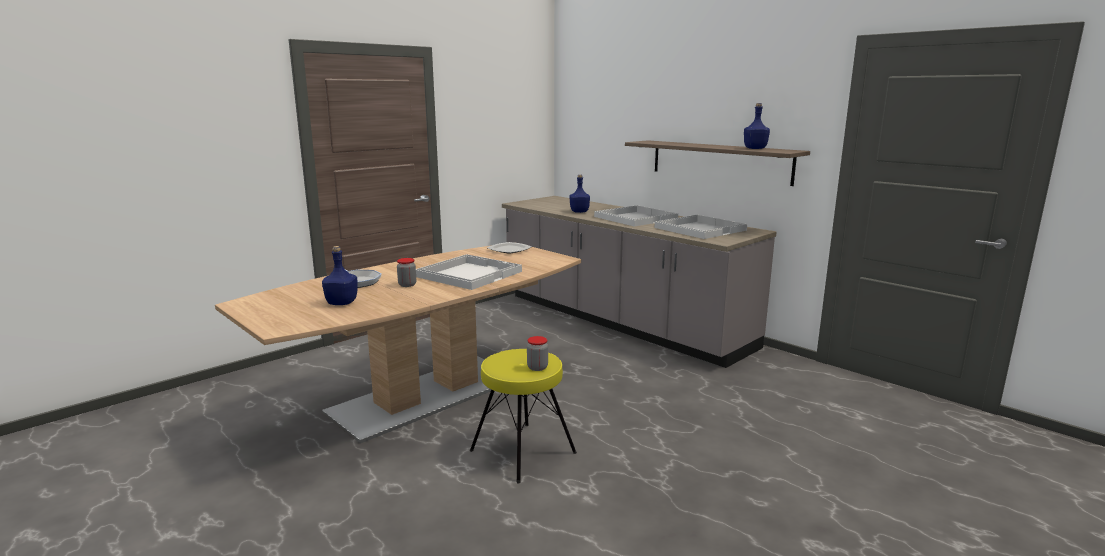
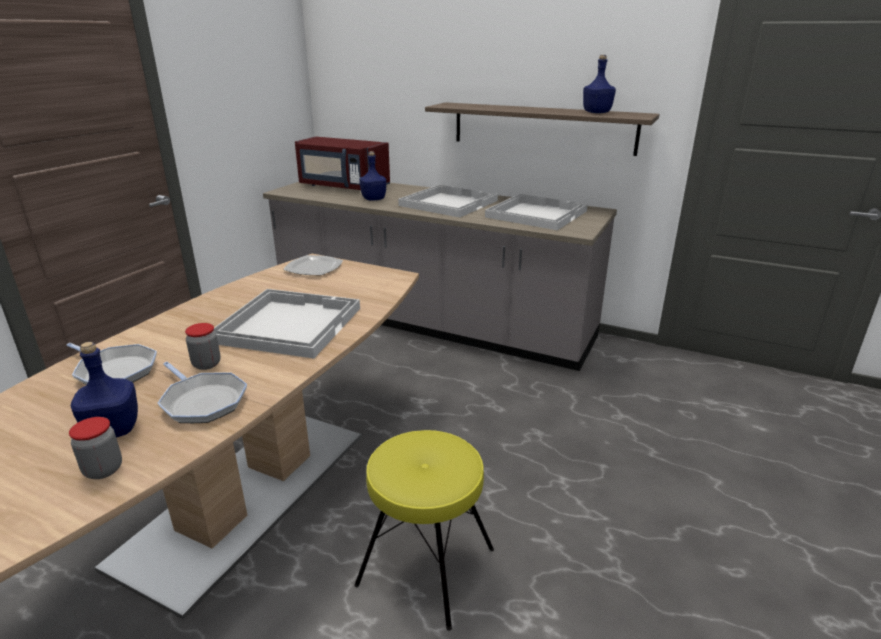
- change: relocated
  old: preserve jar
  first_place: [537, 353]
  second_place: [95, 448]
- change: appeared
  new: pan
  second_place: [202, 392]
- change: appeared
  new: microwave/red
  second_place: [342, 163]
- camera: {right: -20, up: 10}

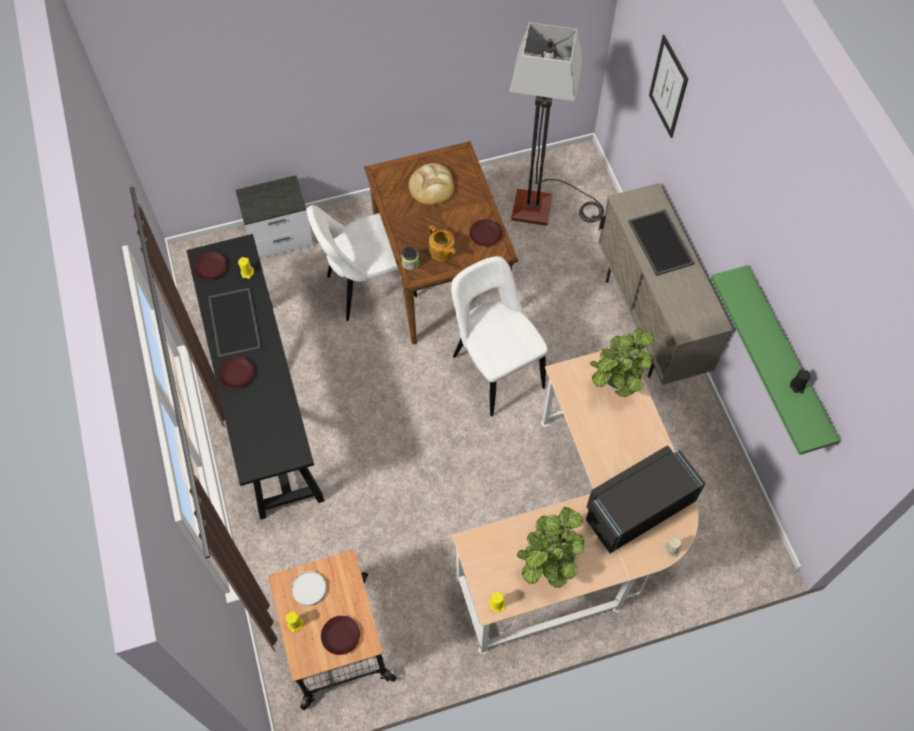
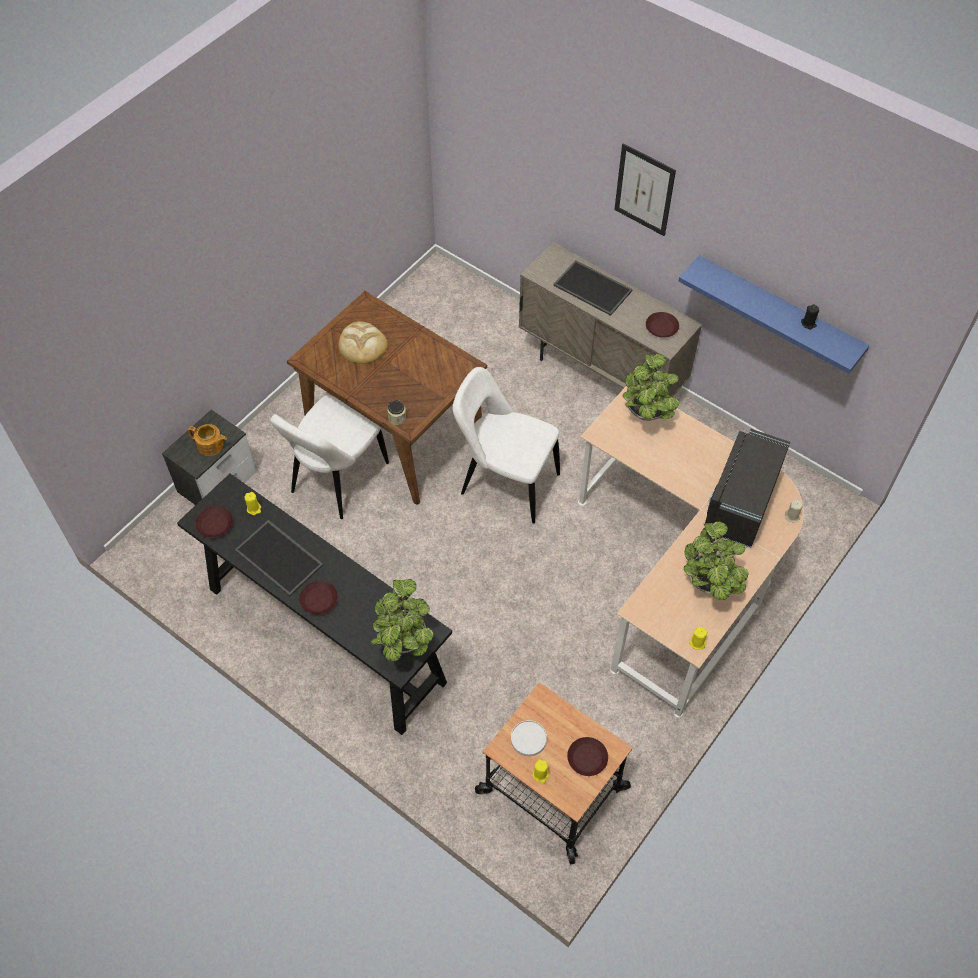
- change: relocated
  old: tea pot
  first_place: [442, 243]
  second_place: [207, 440]
- change: relocated
  old: dinner plate/brown
  first_place: [485, 232]
  second_place: [662, 325]
- change: missing
  old: standing lamp
  first_place: [556, 124]
- change: relocated
  old: wall picture
  first_place: [668, 86]
  second_place: [645, 189]
- change: colour
  old: wall shelf/green
  new: wall shelf/bluish
  first_place: [775, 360]
  second_place: [774, 314]
- change: appeared
  new: potted plant
  second_place: [402, 620]
- camera: {right: -35, up: -5}

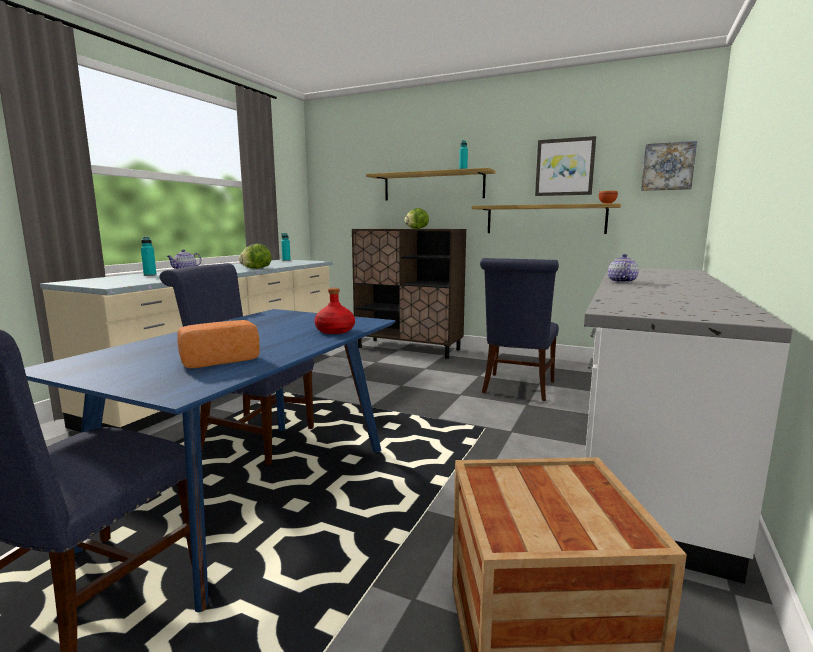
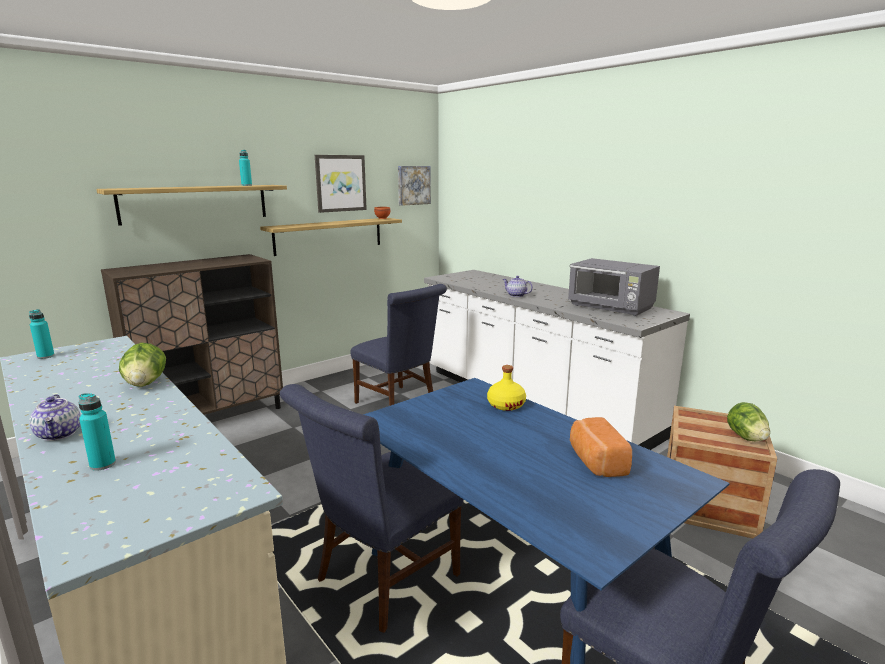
- change: colour
  old: bottle/red
  new: bottle/yellow-coloured
  first_place: [335, 311]
  second_place: [506, 388]
- change: relocated
  old: lettuce head
  first_place: [416, 218]
  second_place: [748, 421]
- change: appeared
  new: microwave/gray
  second_place: [614, 287]
- camera: {right: -65, up: 5}

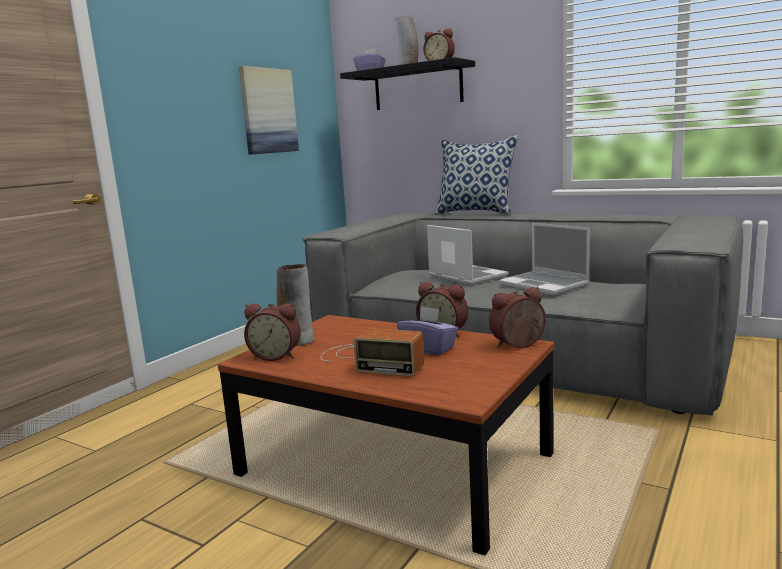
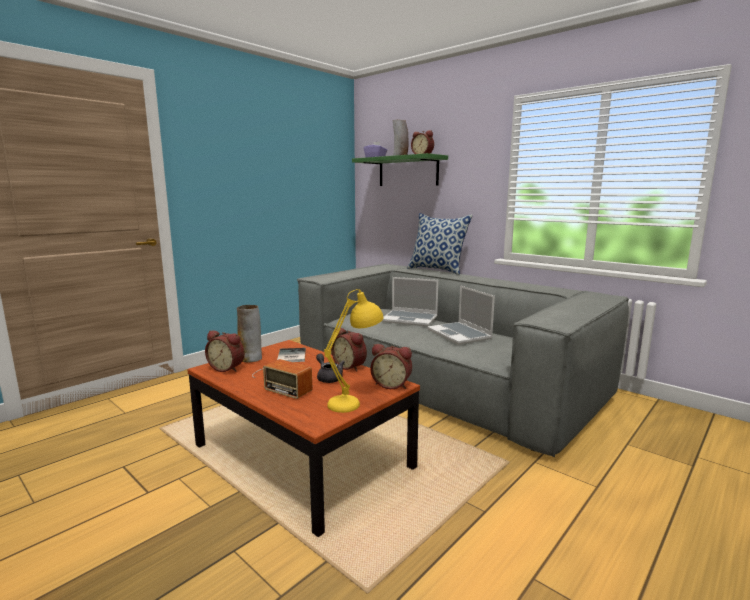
- change: missing
  old: wall picture
  first_place: [268, 110]
- change: colour
  old: wall shelf/black
  new: wall shelf/green
  first_place: [407, 83]
  second_place: [400, 169]
- change: exchanged
  old: tissue holder/purplish
  new: tea pot/gray
  first_place: [427, 330]
  second_place: [330, 368]
- change: spun
  old: portable computer
  first_place: [468, 255]
  second_place: [410, 302]
  degrees: 135
- change: spun
  old: bedside clock
  first_place: [517, 317]
  second_place: [391, 366]
  degrees: -150
- change: appeared
  new: volume
  second_place: [291, 355]
- change: appeared
  new: lamp for a table/yellow-coloured
  second_place: [354, 351]
- camera: {right: 10, up: 0}

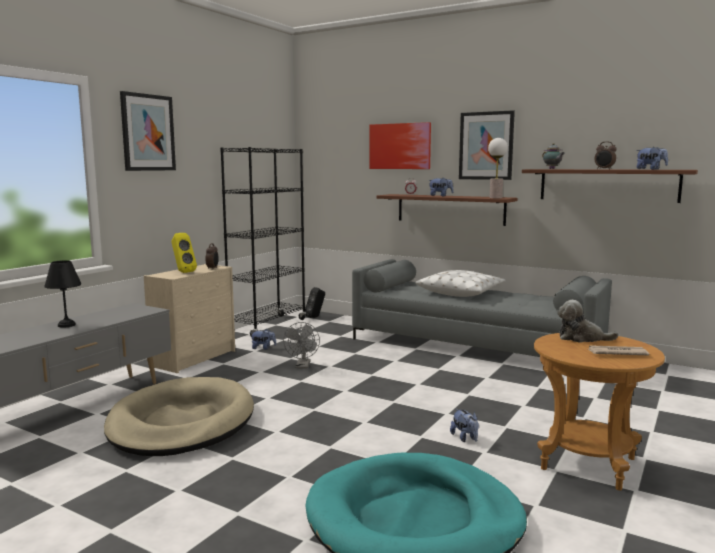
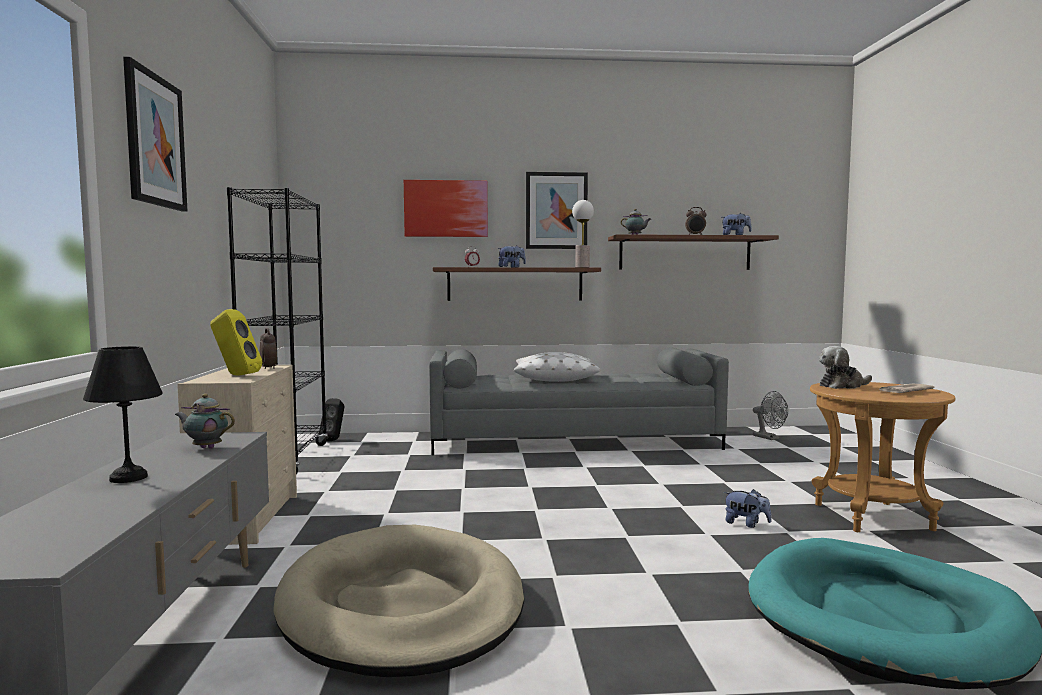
- change: missing
  old: cuddly toy
  first_place: [263, 339]
- change: relocated
  old: cooling fan/gray
  first_place: [301, 345]
  second_place: [770, 415]
- change: appeared
  new: tea pot
  second_place: [205, 421]
- camera: {right: -35, up: -5}

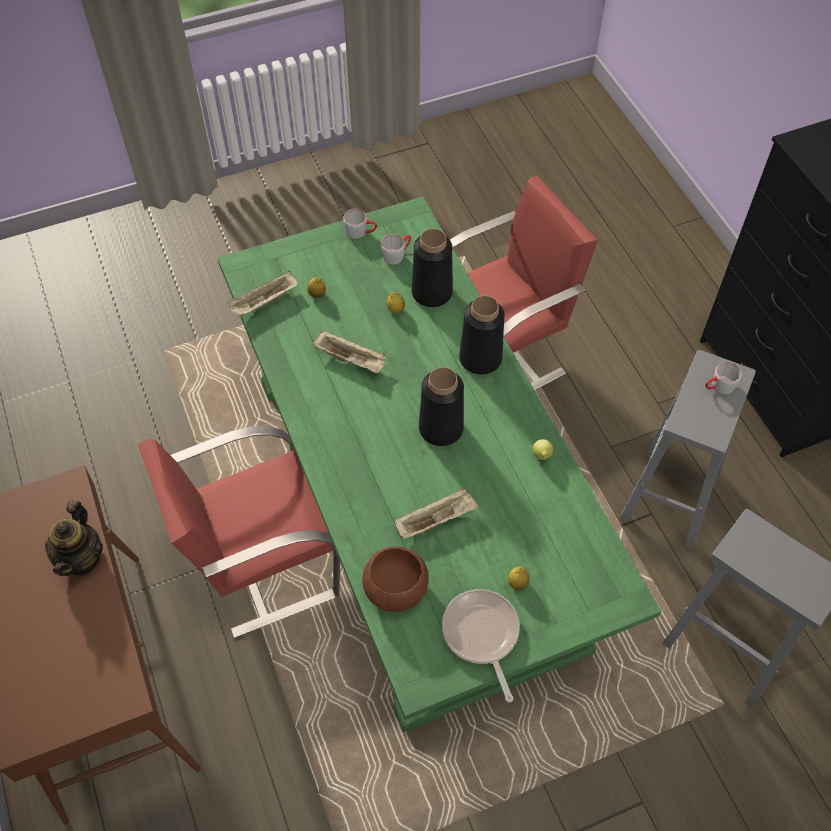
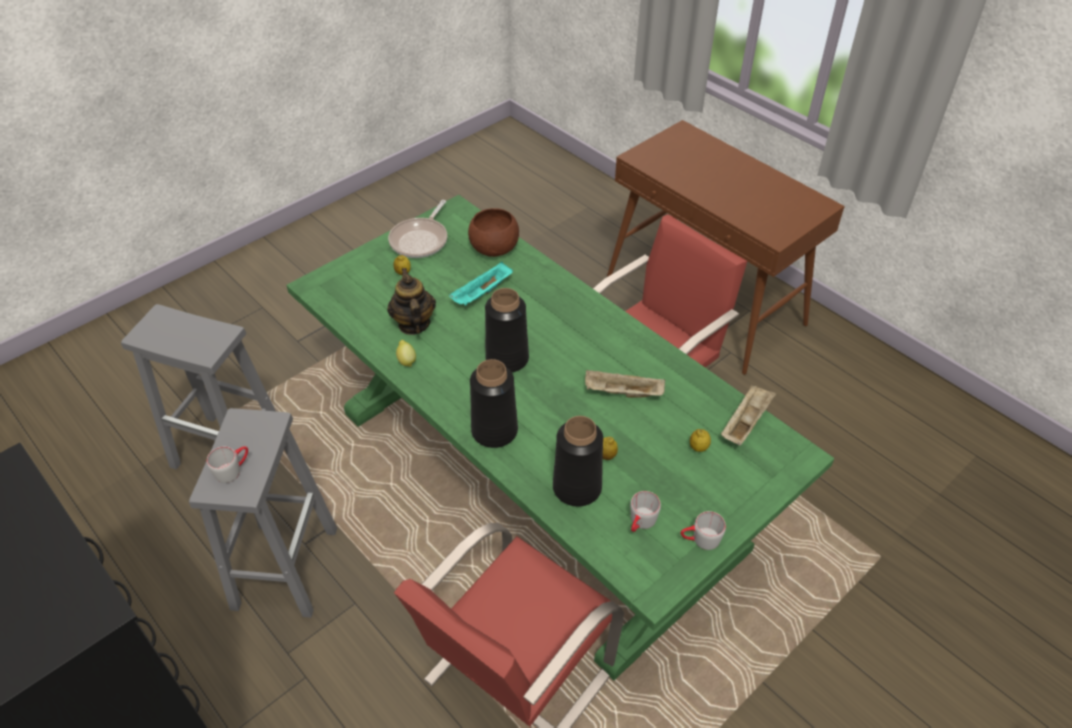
- change: relocated
  old: tea pot
  first_place: [74, 538]
  second_place: [411, 301]
- change: colour
  old: carrying tray/beige-coloured
  new: carrying tray/blue-green
  first_place: [437, 513]
  second_place: [481, 284]
- change: spun
  old: pan
  first_place: [481, 645]
  second_place: [417, 229]
  degrees: 60
- camera: {right: 160, up: -10}

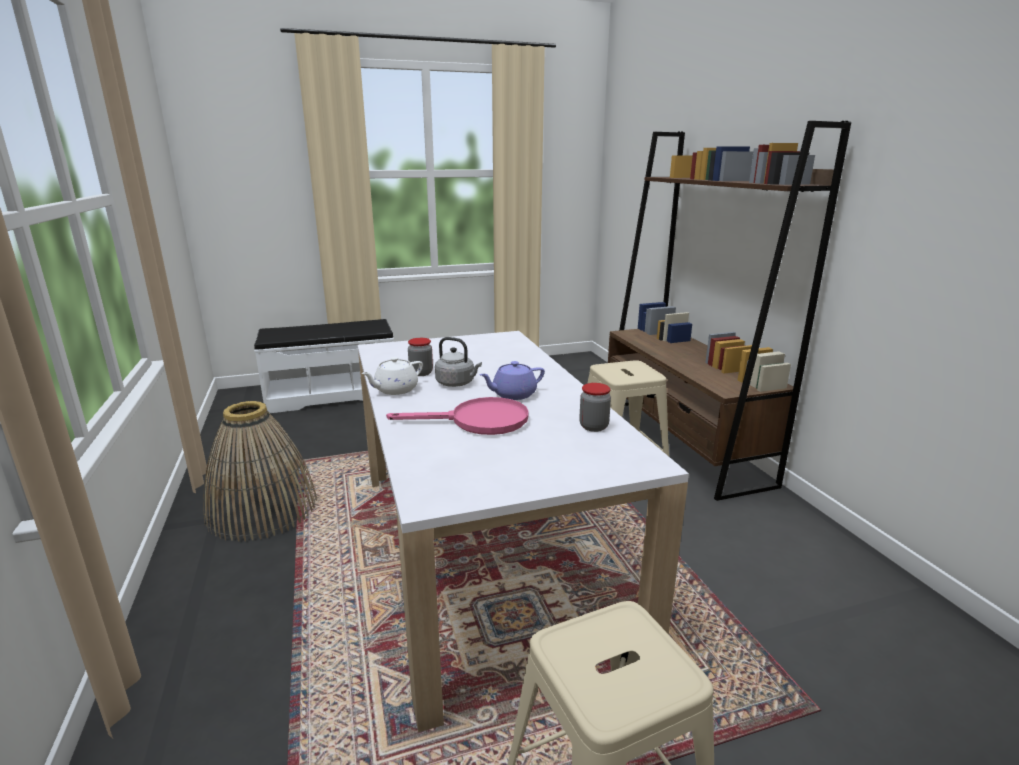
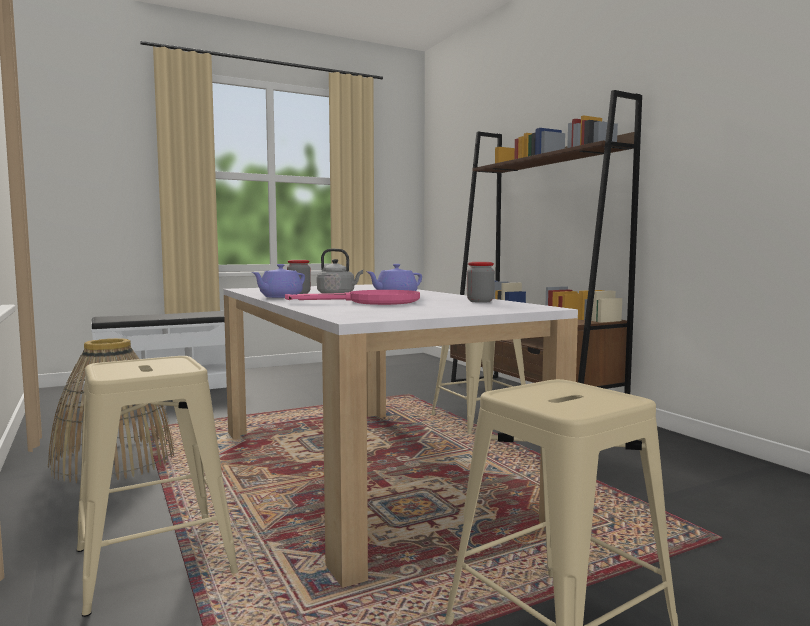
- change: colour
  old: tea pot/white
  new: tea pot/purplish
  first_place: [392, 376]
  second_place: [278, 281]
- change: appeared
  new: stool/beige-coloured
  second_place: [157, 486]
- camera: {right: -10, up: -15}

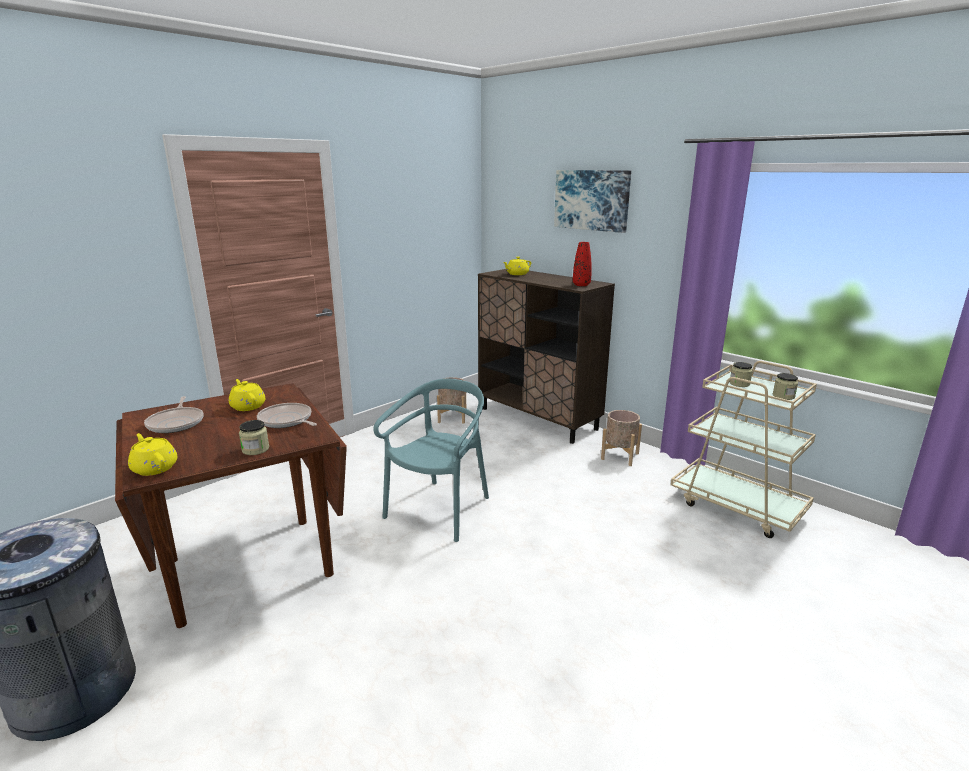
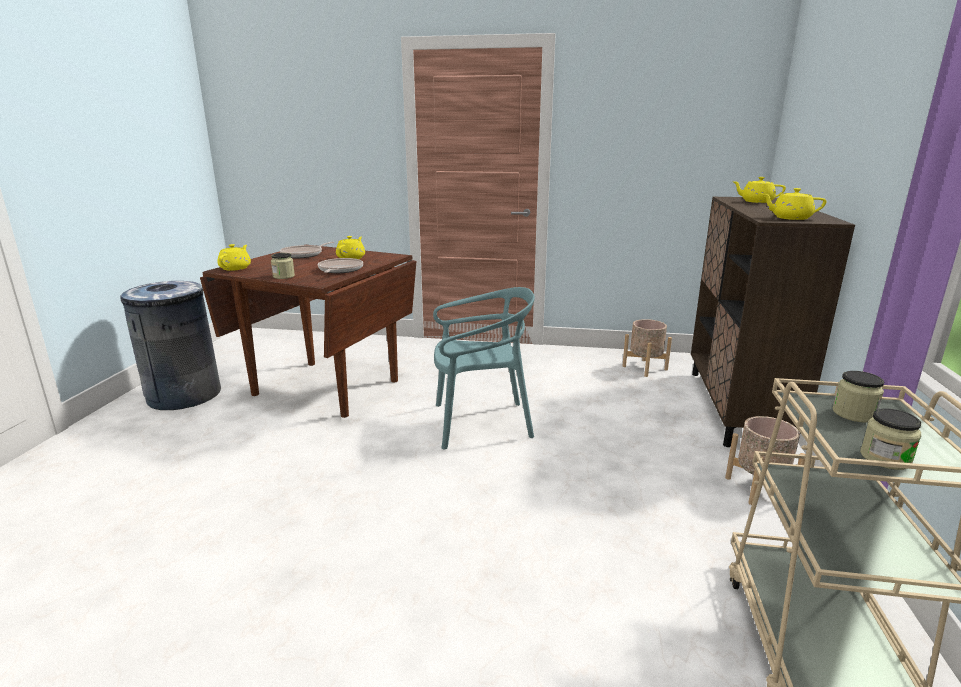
- change: missing
  old: wall picture
  first_place: [592, 201]
- change: exchanged
  old: vase/red
  new: tea pot/yellow-coloured
  first_place: [582, 264]
  second_place: [794, 204]
- camera: {right: 55, up: 0}

